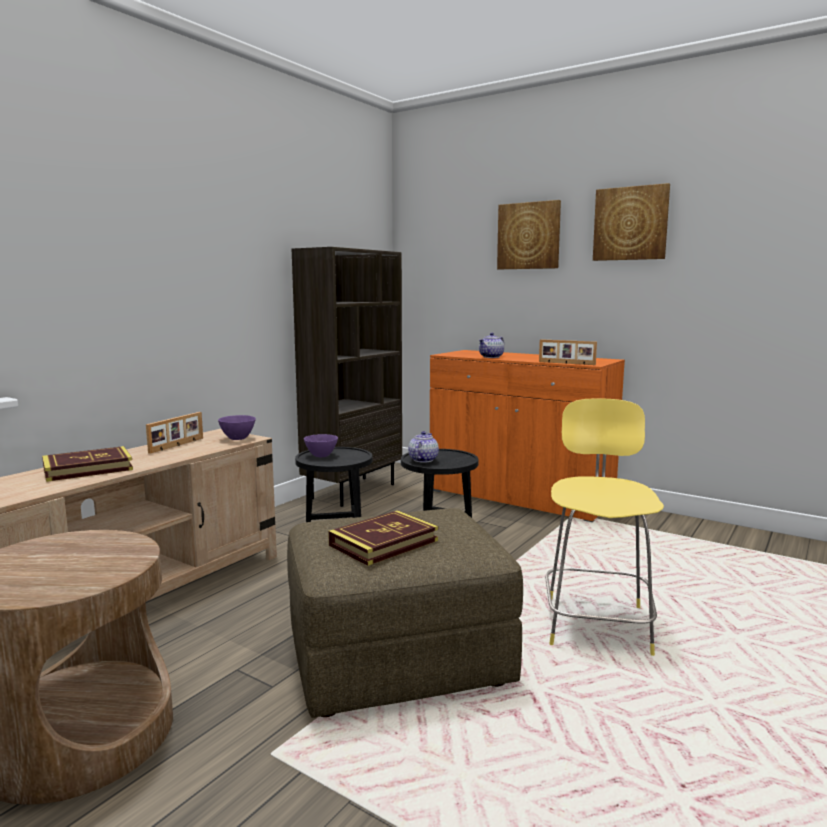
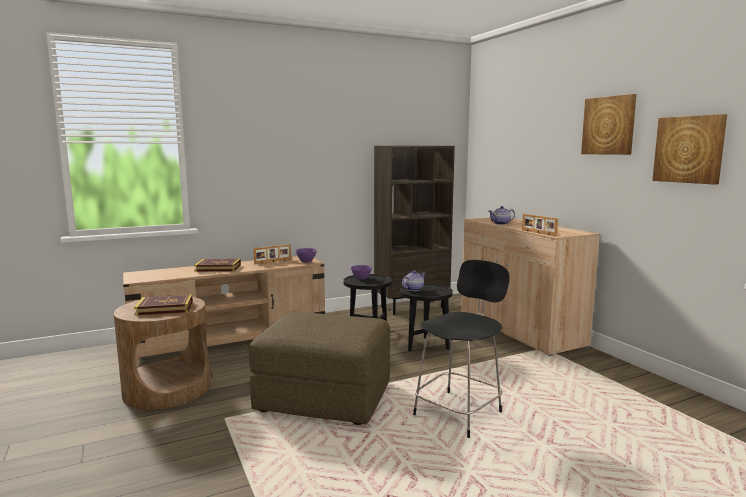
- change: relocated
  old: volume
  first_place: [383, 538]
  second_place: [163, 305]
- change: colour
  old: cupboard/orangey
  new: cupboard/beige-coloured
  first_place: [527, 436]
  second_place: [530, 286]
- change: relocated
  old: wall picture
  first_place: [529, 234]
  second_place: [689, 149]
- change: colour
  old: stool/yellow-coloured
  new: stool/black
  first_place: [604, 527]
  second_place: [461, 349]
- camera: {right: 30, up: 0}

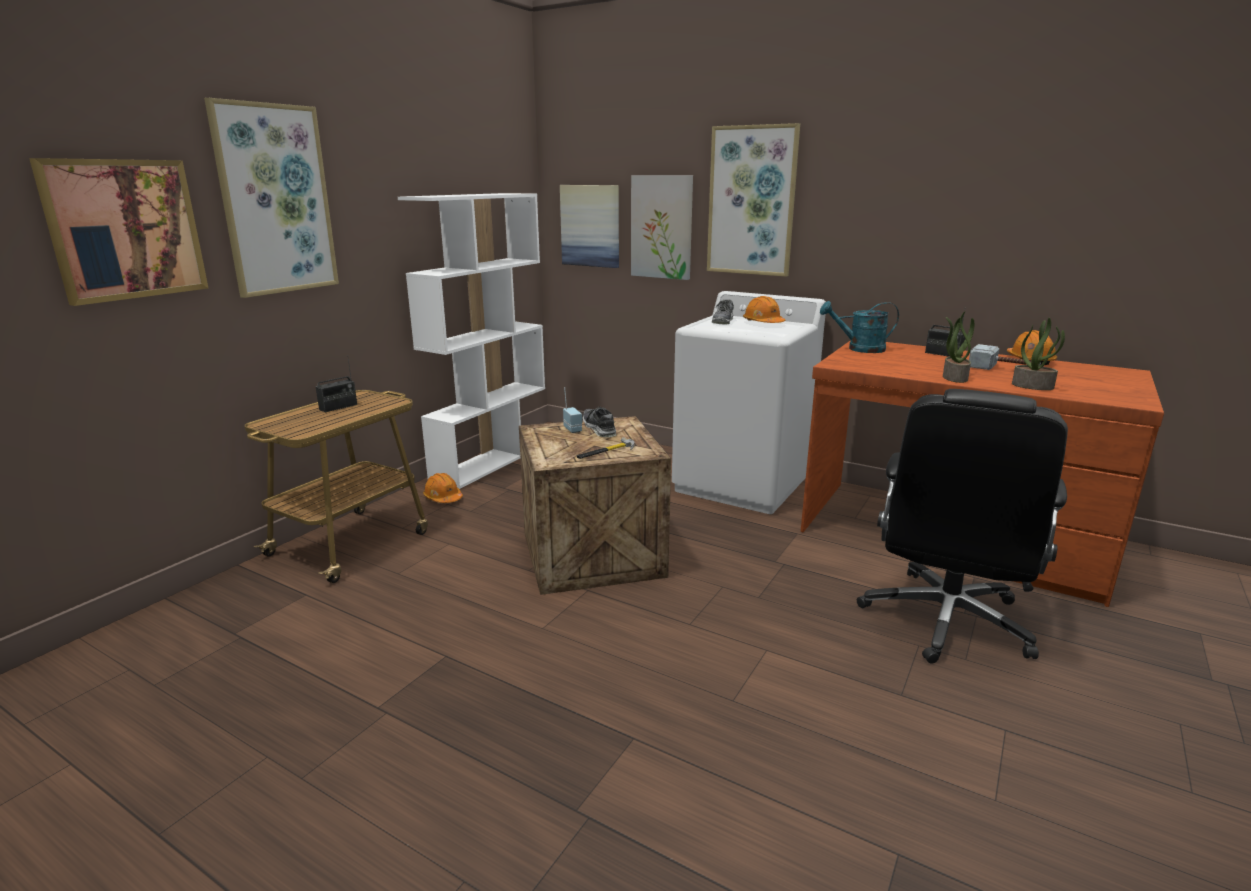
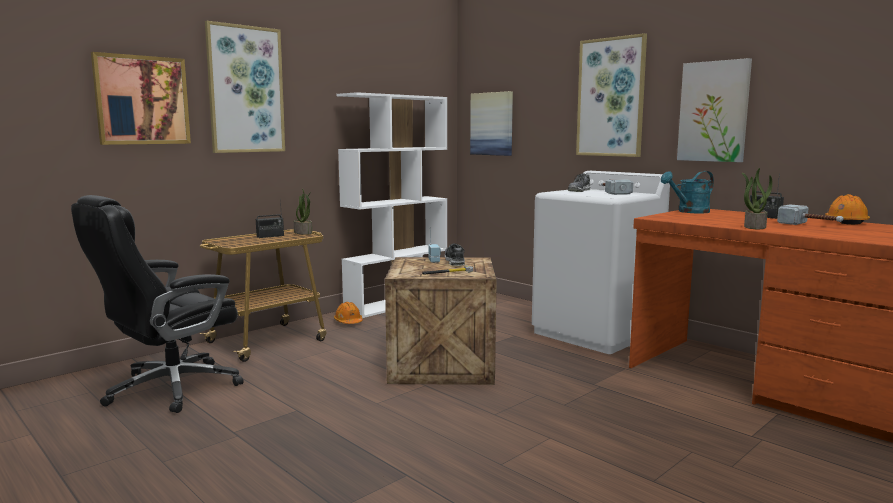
- change: relocated
  old: wall picture
  first_place: [662, 227]
  second_place: [714, 110]
- change: exchanged
  old: safety helmet/orangey
  new: hand hammer
  first_place: [764, 309]
  second_place: [617, 187]
- change: spun
  old: watering can/blue-green
  first_place: [859, 327]
  second_place: [687, 192]
  degrees: -45
- change: relocated
  old: desk chair/black
  first_place: [962, 526]
  second_place: [157, 304]
- change: relocated
  old: potted plant
  first_place: [1038, 354]
  second_place: [303, 212]
- camera: {right: 15, up: -10}

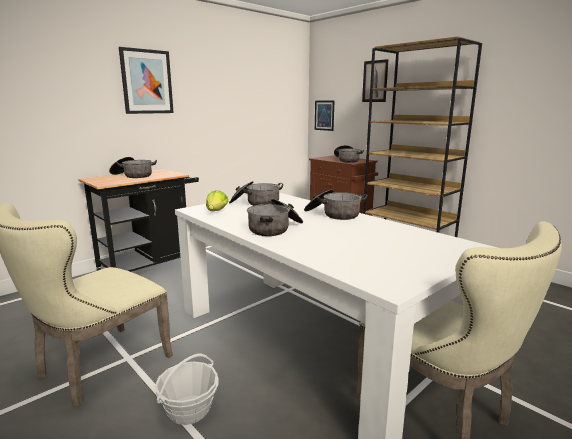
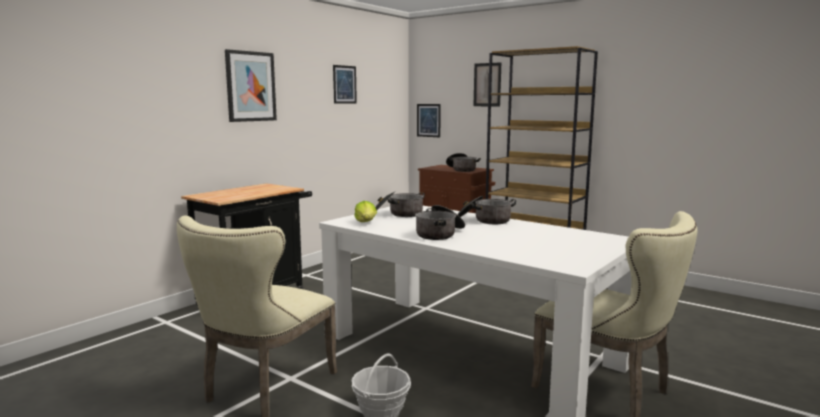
- change: missing
  old: stockpot
  first_place: [133, 167]
- change: appeared
  new: wall picture
  second_place: [345, 84]
- camera: {right: -10, up: -5}

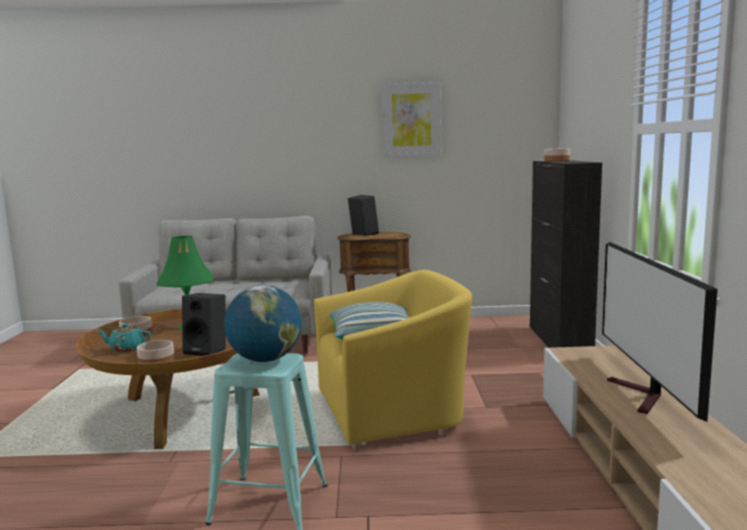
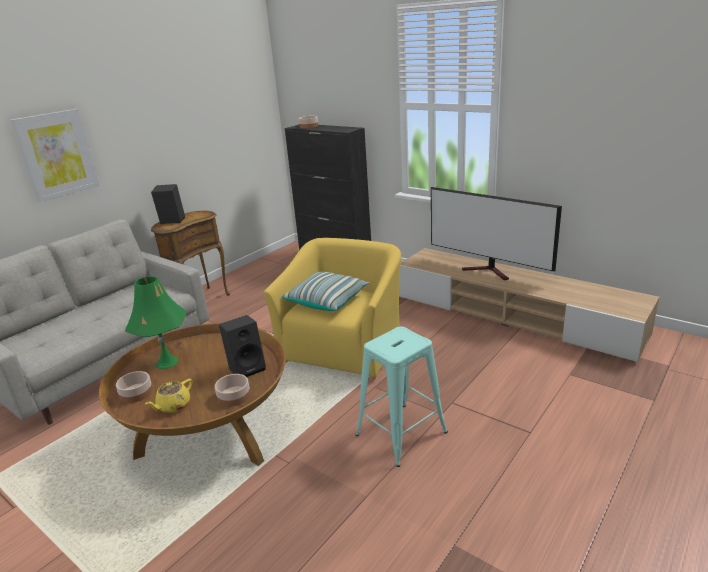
- change: colour
  old: tea pot/blue-green
  new: tea pot/yellow-coloured
  first_place: [123, 338]
  second_place: [169, 396]
- change: missing
  old: globe
  first_place: [263, 323]
- change: relocated
  old: wall picture
  first_place: [411, 119]
  second_place: [55, 155]
- camera: {right: -50, up: 15}

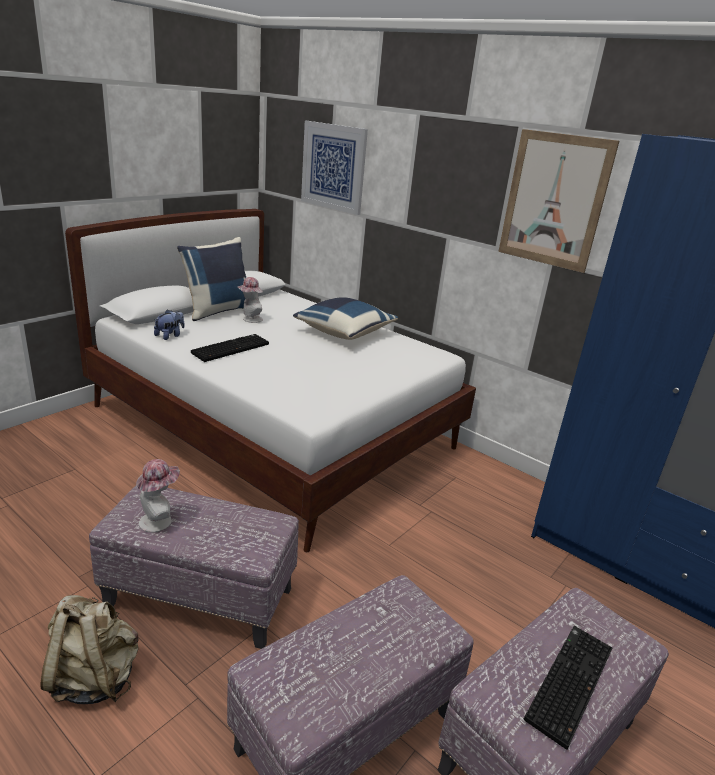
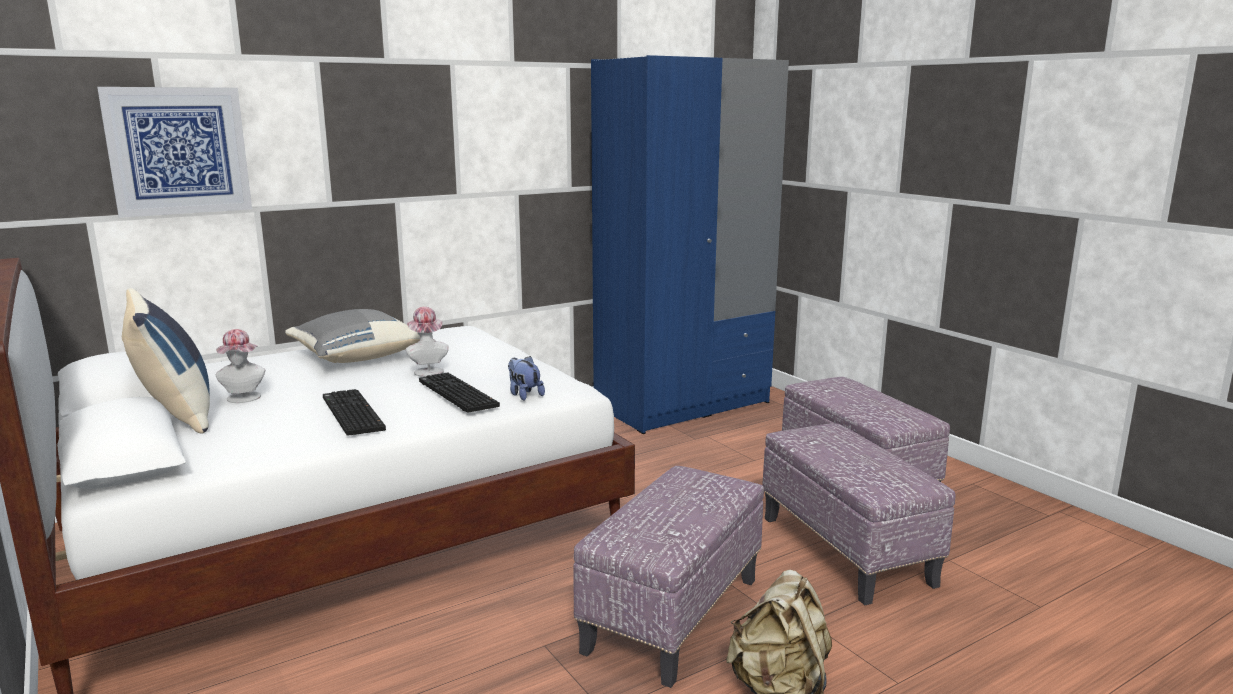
- change: relocated
  old: hat
  first_place: [158, 496]
  second_place: [427, 342]
- change: relocated
  old: cuddly toy
  first_place: [169, 325]
  second_place: [526, 378]
- change: colour
  old: cushion/bluish
  new: cushion/gray
  first_place: [345, 318]
  second_place: [352, 336]
- change: missing
  old: wall picture
  first_place: [558, 201]
- change: relocated
  old: computer keyboard
  first_place: [568, 688]
  second_place: [459, 393]
- camera: {right: -70, up: -10}

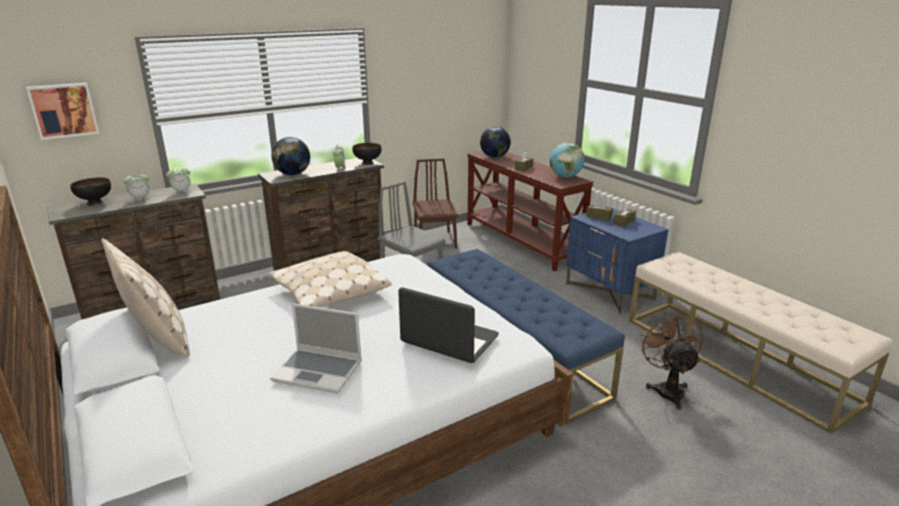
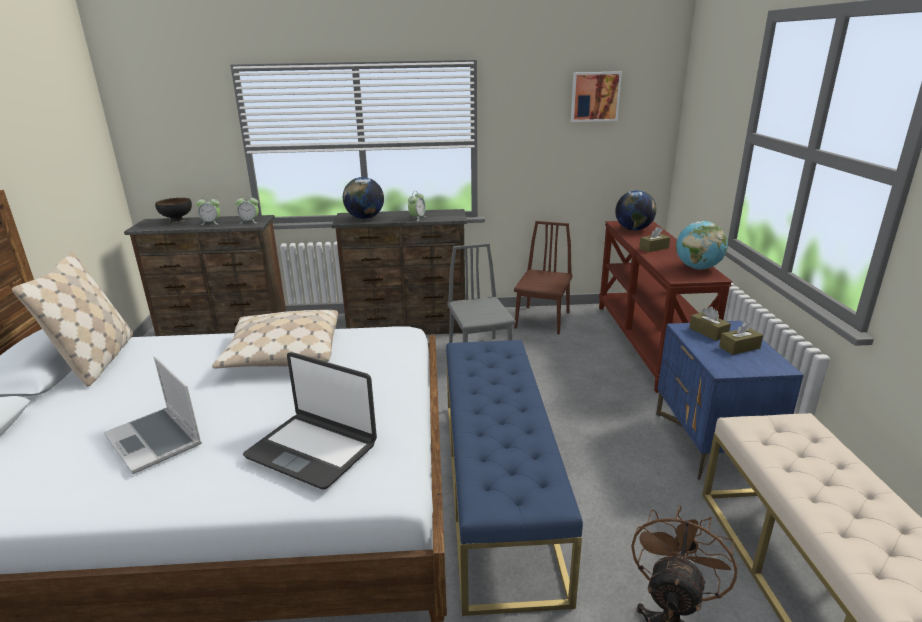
- change: relocated
  old: wall picture
  first_place: [62, 111]
  second_place: [596, 96]
- change: missing
  old: serving bowl/black
  first_place: [366, 154]
- change: spun
  old: portable computer
  first_place: [448, 325]
  second_place: [310, 420]
  degrees: 150
- camera: {right: 30, up: 0}

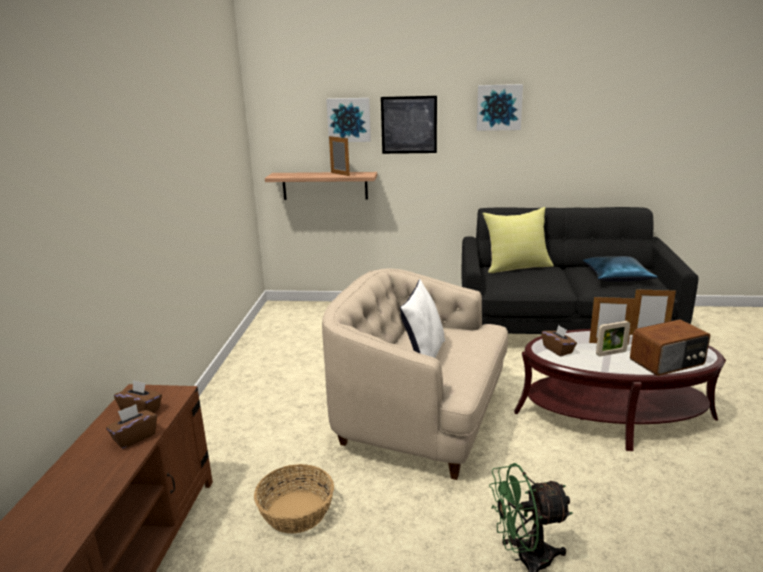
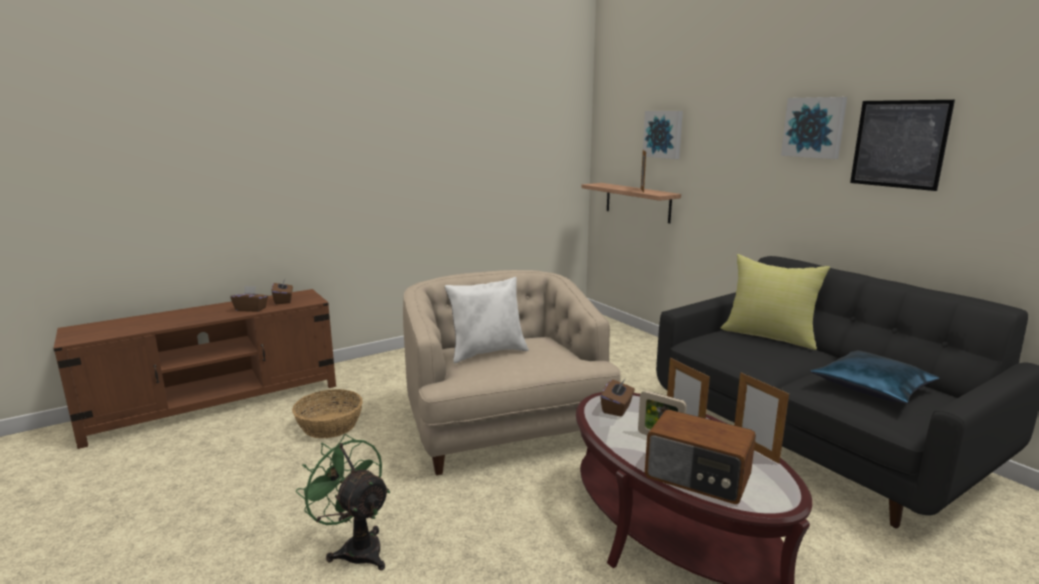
- change: relocated
  old: wall picture
  first_place: [409, 125]
  second_place: [902, 145]
- camera: {right: 50, up: -5}

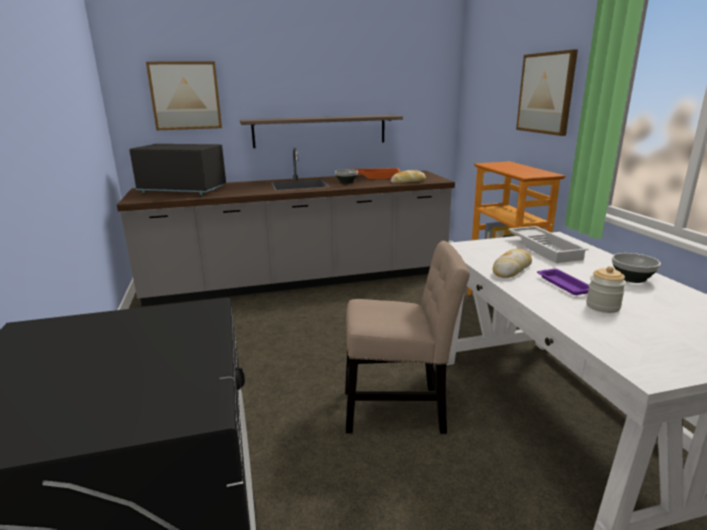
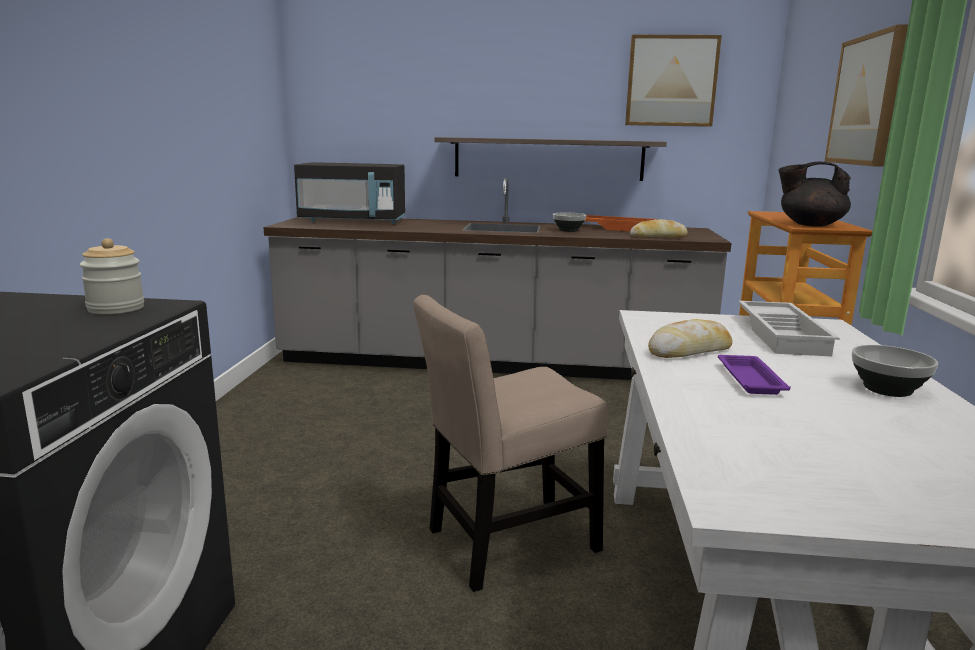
- change: spun
  old: microwave/black
  first_place: [177, 169]
  second_place: [350, 193]
  degrees: 150
- change: relocated
  old: wall picture
  first_place: [184, 95]
  second_place: [673, 81]
- change: spun
  old: chair/beige-coloured
  first_place: [407, 337]
  second_place: [510, 443]
  degrees: 135
- change: relocated
  old: preserve jar
  first_place: [606, 289]
  second_place: [112, 276]
- change: appeared
  new: tea pot/black
  second_place: [815, 194]
- camera: {right: 20, up: -5}

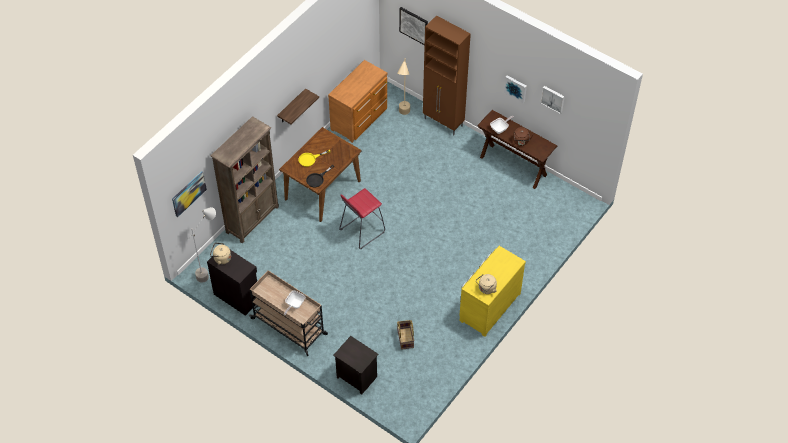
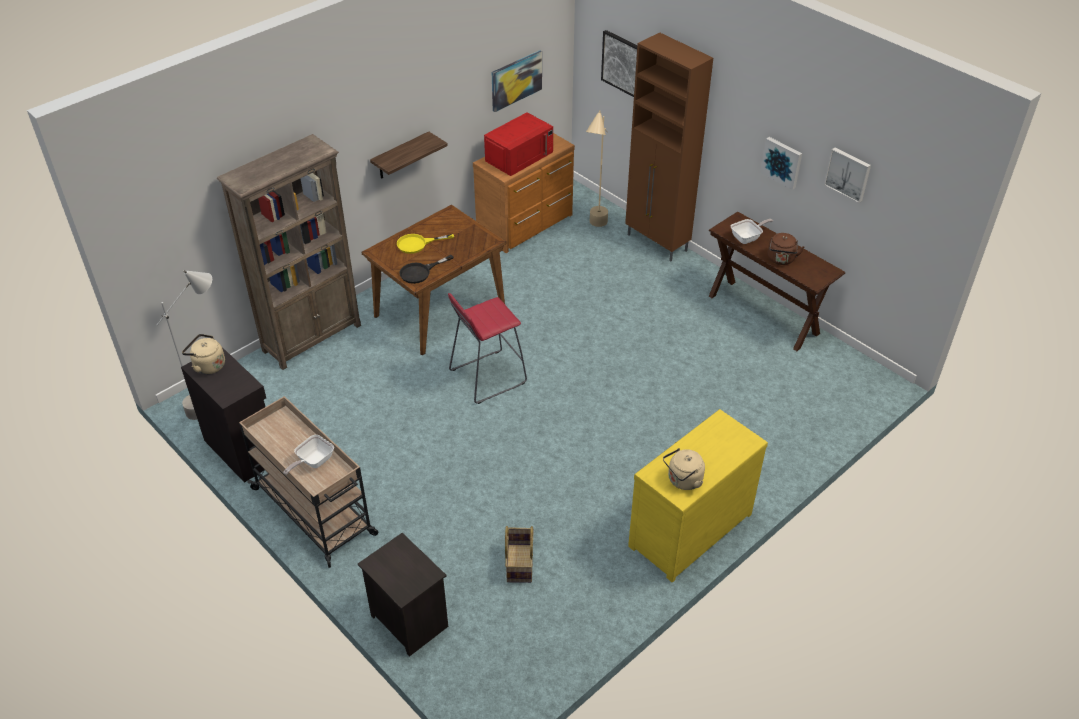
- change: relocated
  old: wall picture
  first_place: [189, 194]
  second_place: [516, 81]
- change: appeared
  new: microwave/red
  second_place: [518, 144]
- camera: {right: 10, up: -10}

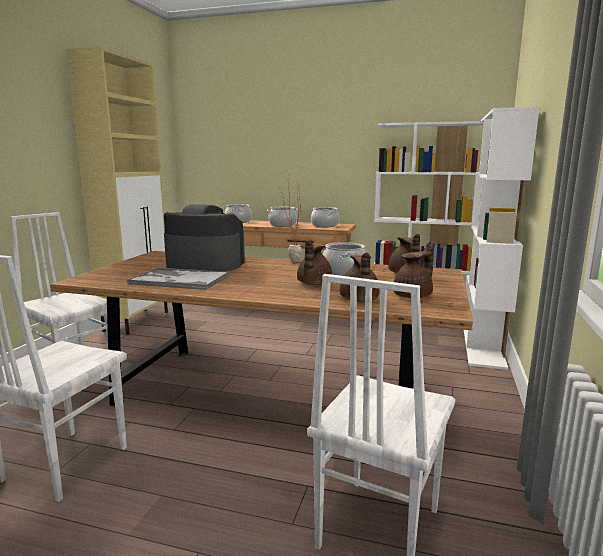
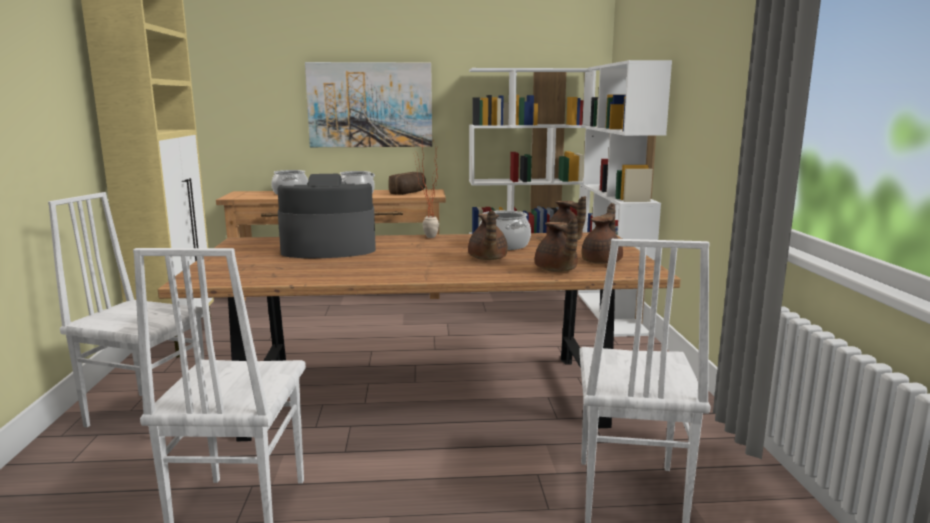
- change: missing
  old: carrying tray
  first_place: [178, 279]
- change: exchanged
  old: stockpot
  new: baked bread
  first_place: [325, 217]
  second_place: [407, 183]
- change: appeared
  new: wall picture
  second_place: [368, 104]
- camera: {right: -20, up: 0}

